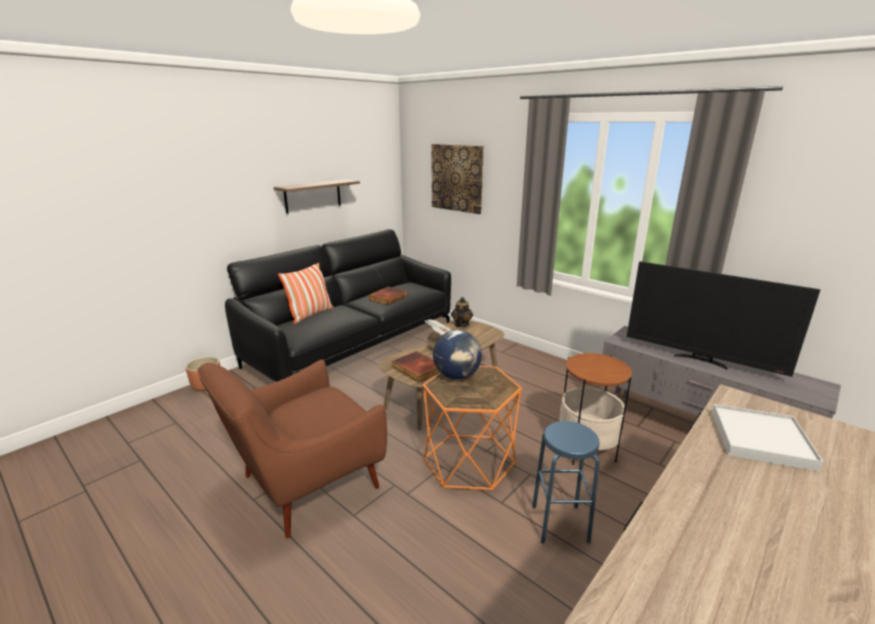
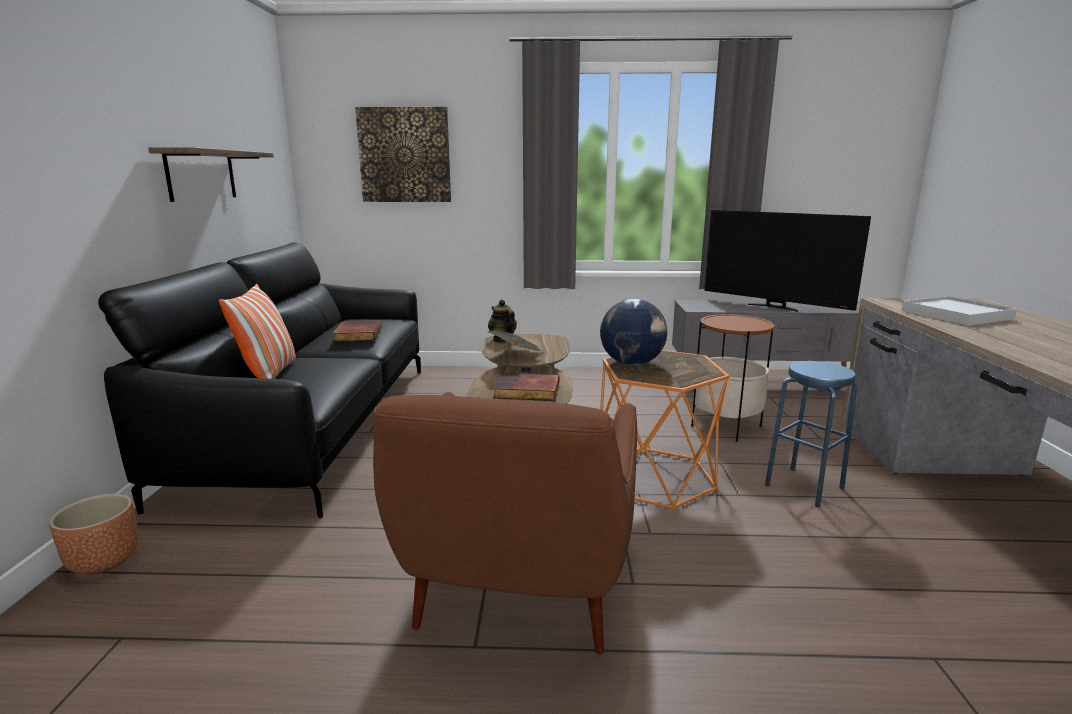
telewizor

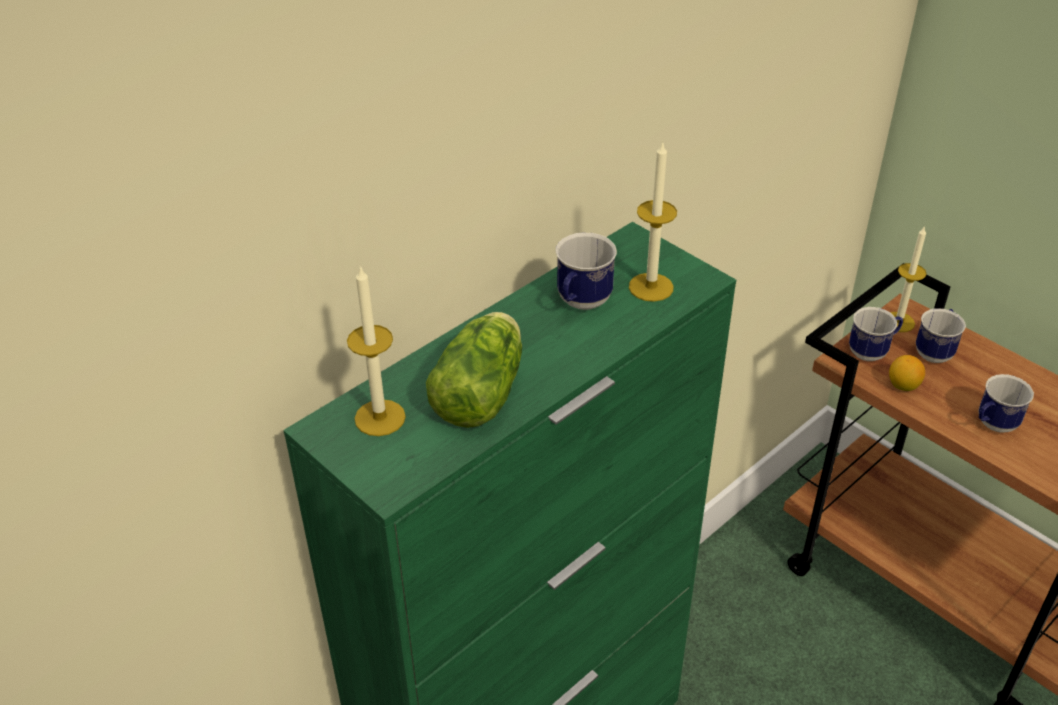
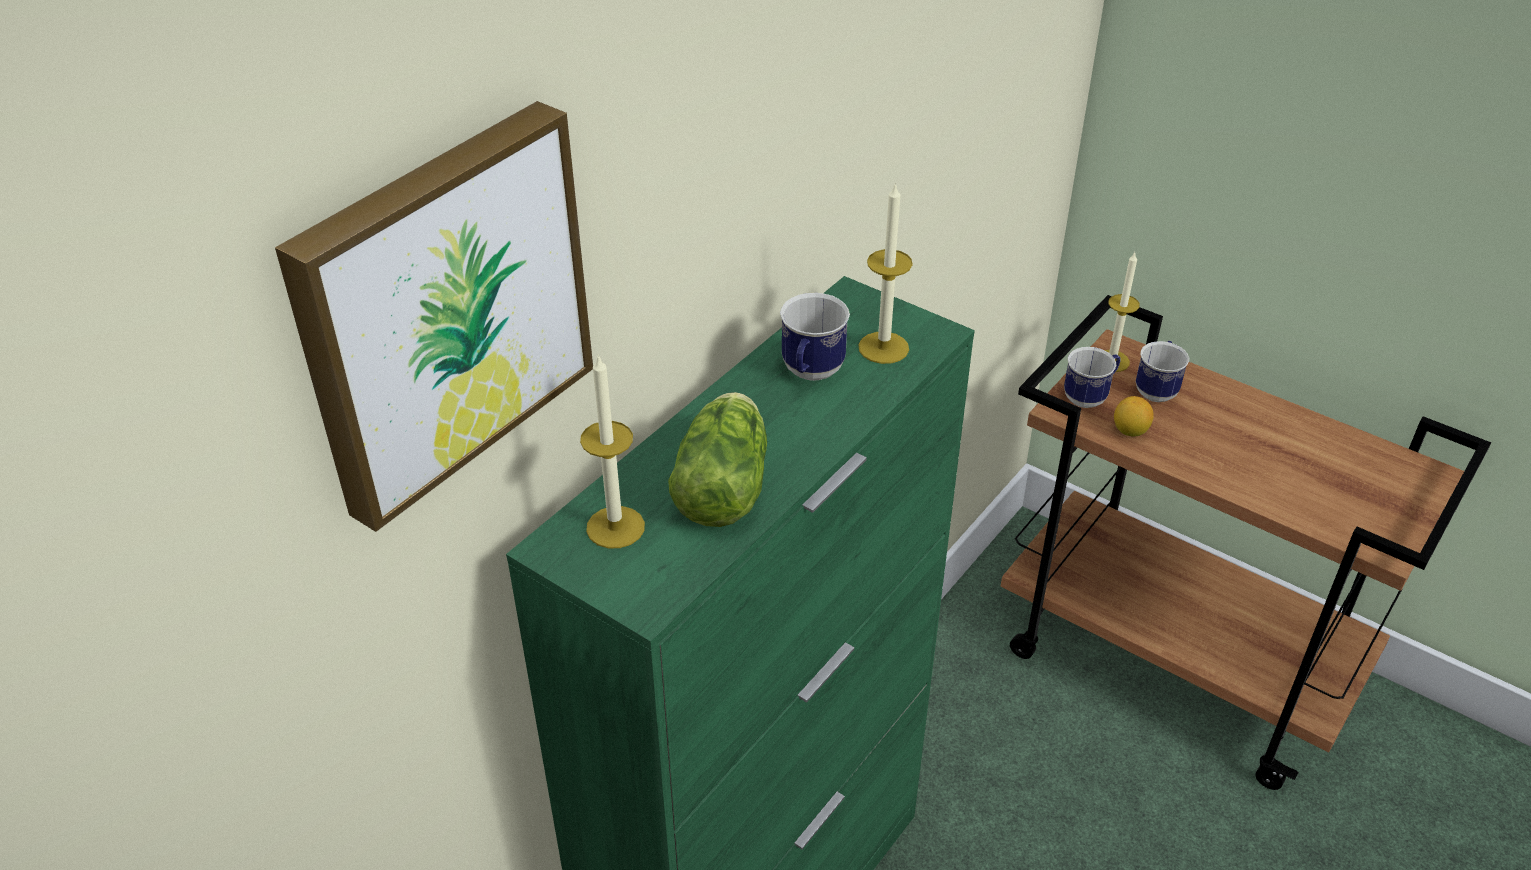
obraz; kubek (no. 4 from left in the first image)

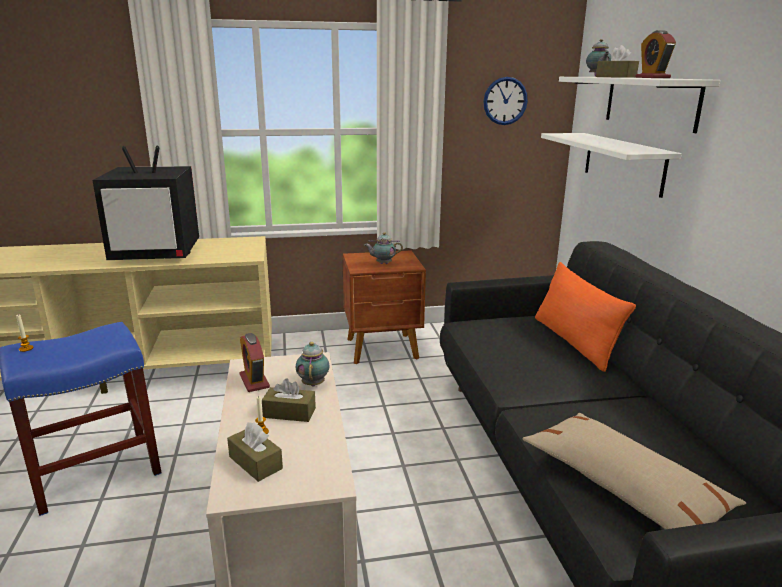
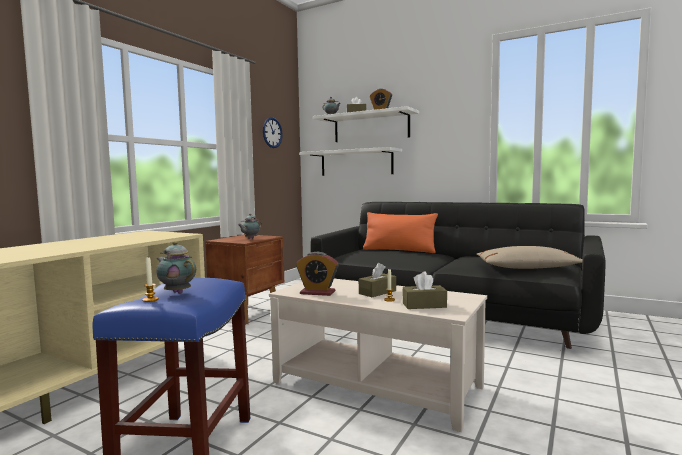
imbryk (no. 1 from left); telewizor

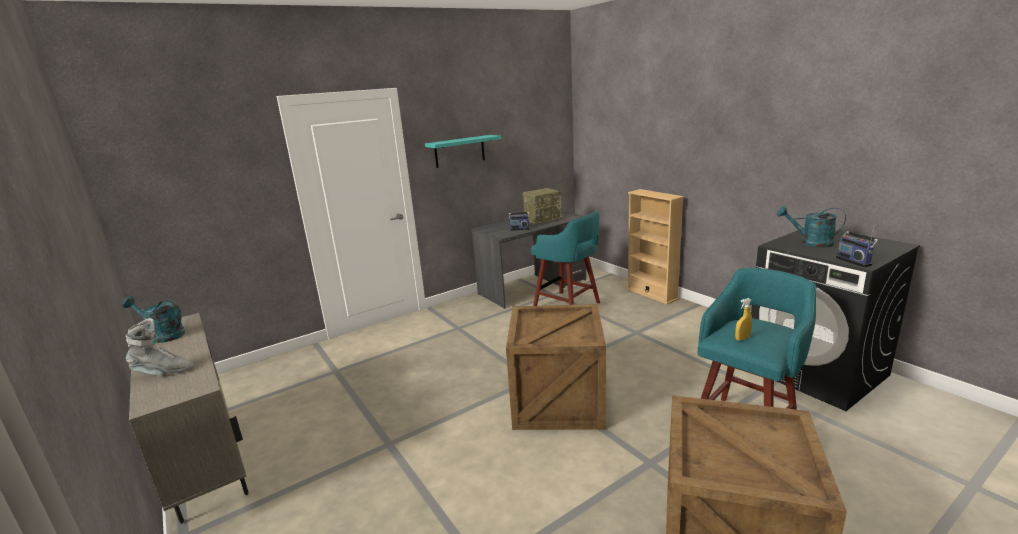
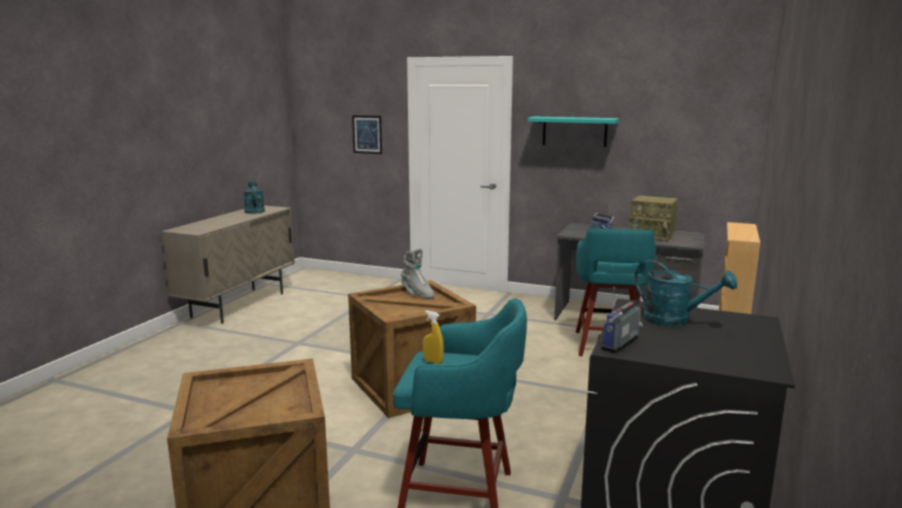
obraz; but z cholewką (szary); konewka (turkusowy) (no. 2 from left)

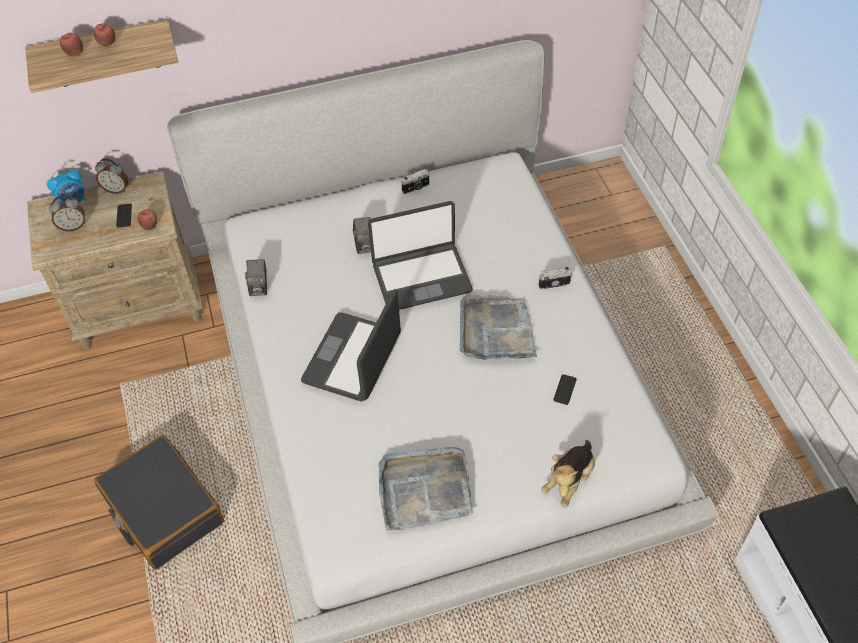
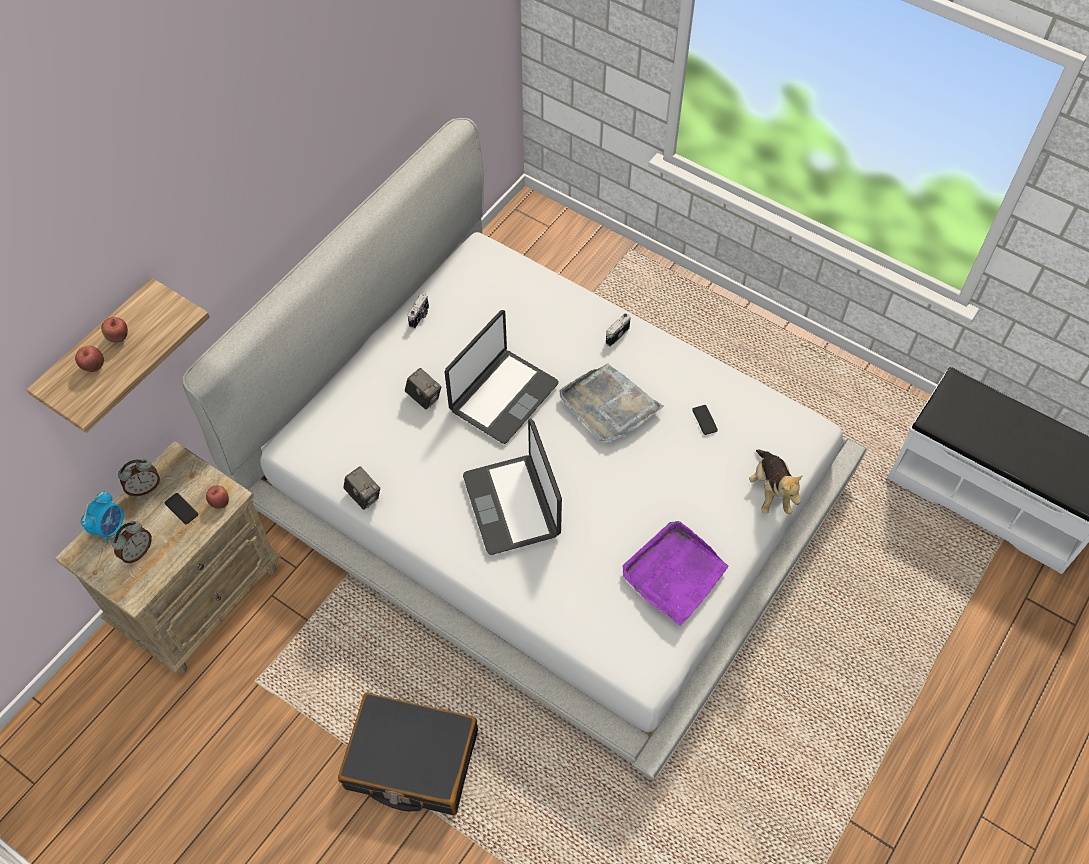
taca (fioletowy)

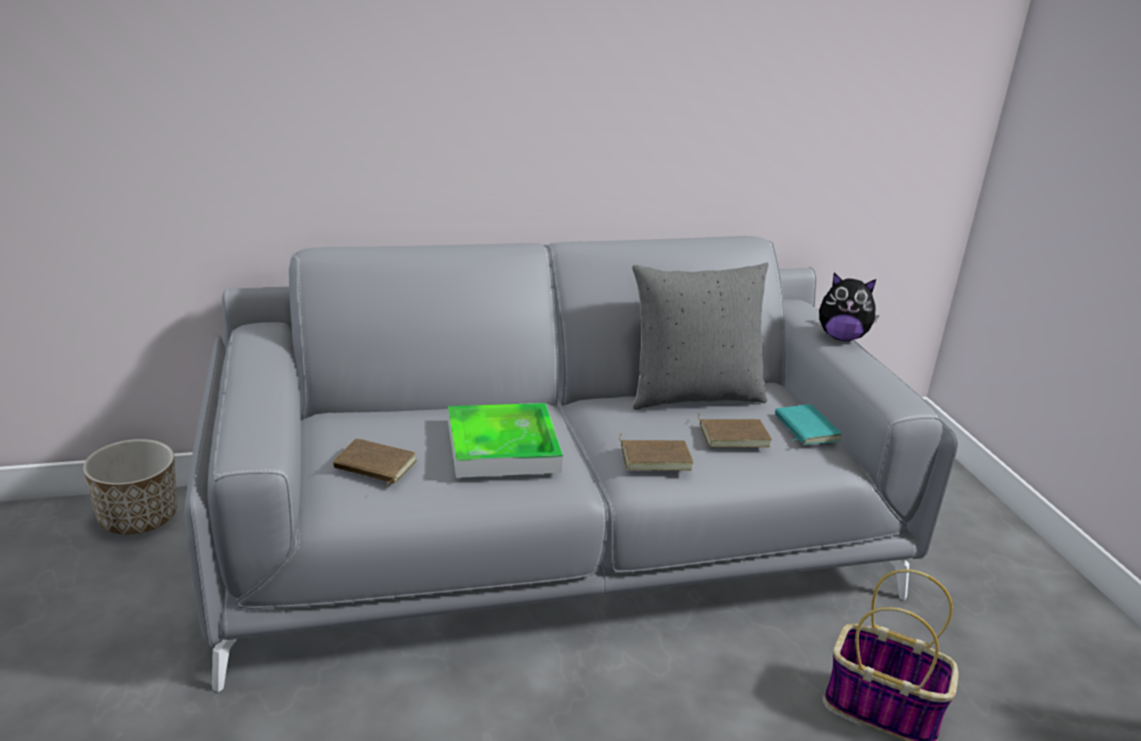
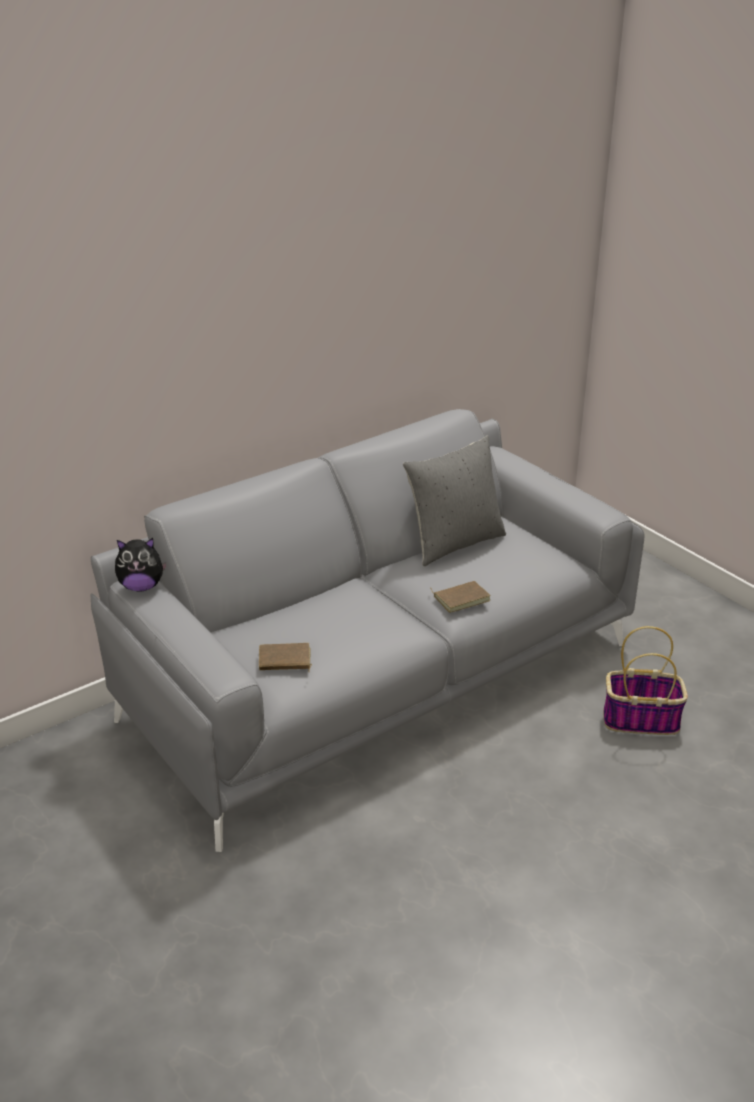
pluszak; donica; taca; książka (brązowy) (no. 3 from left in the first image); książka (turkusowy)

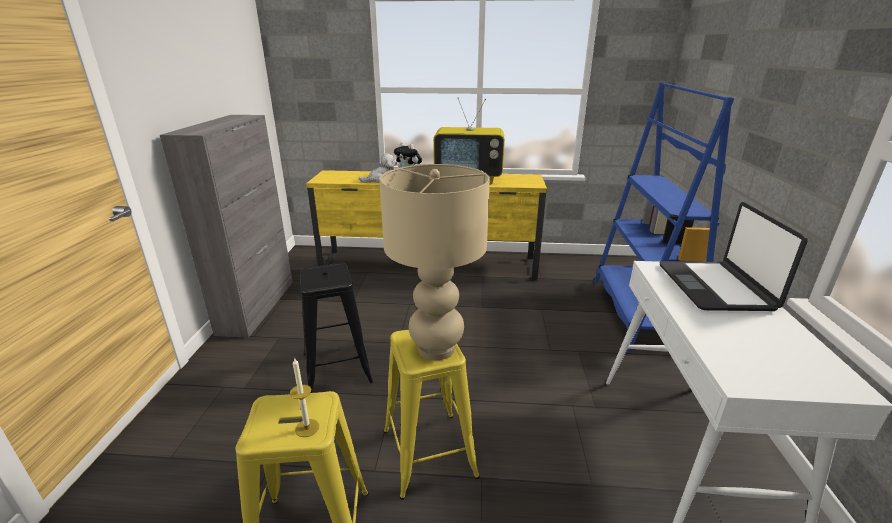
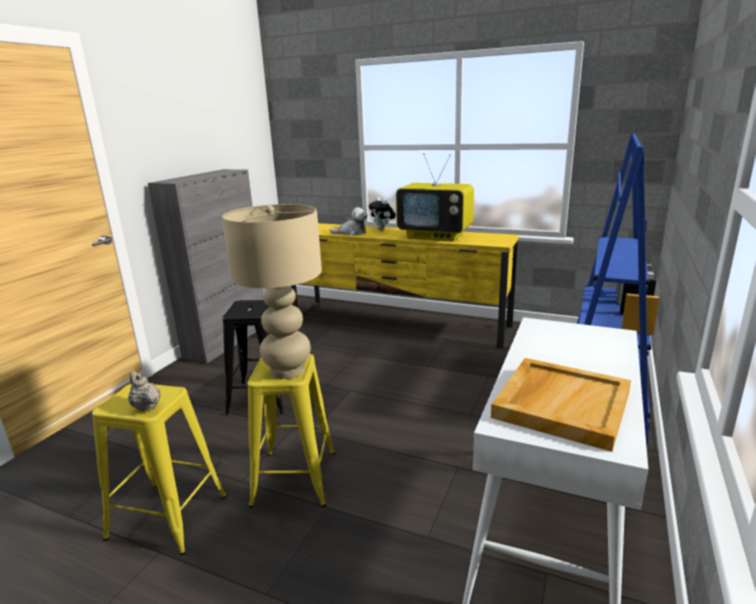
imbryk (beżowy); taca (beżowy); laptop

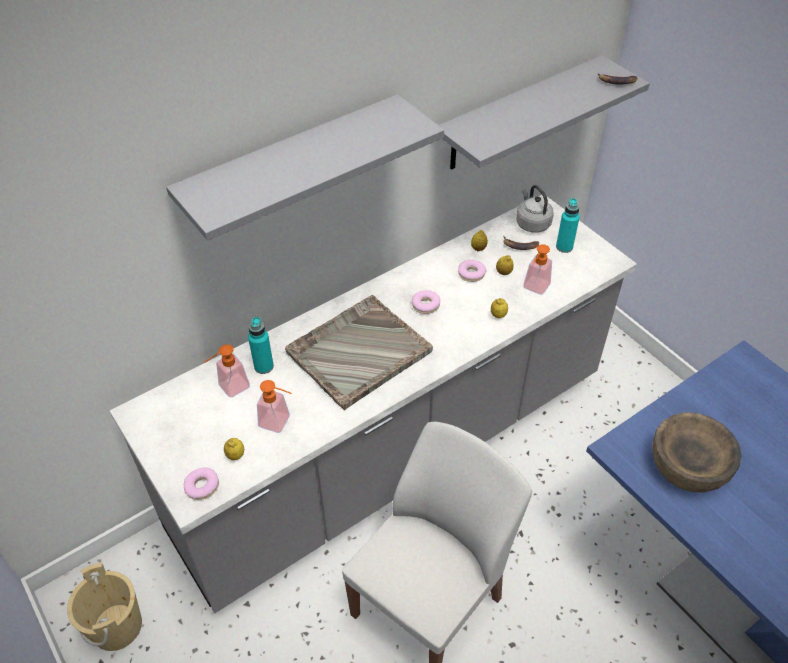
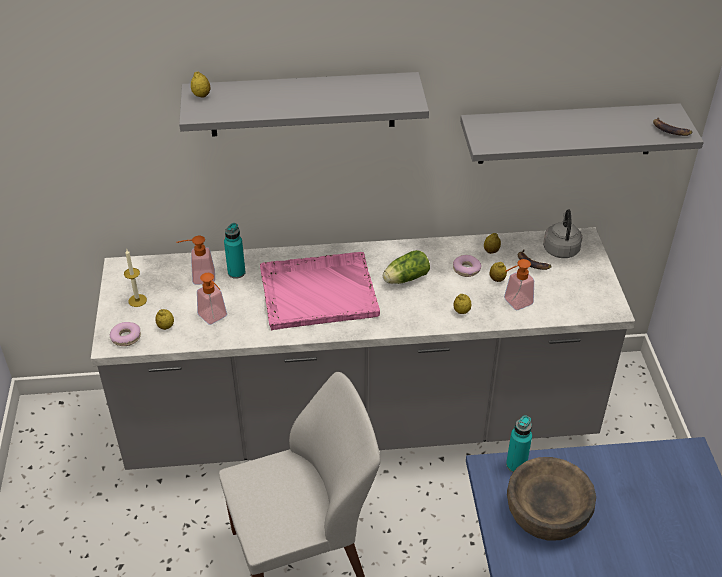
świeca; cytryna (no. 2 from left); taca (różowy); sałata; butelka (turkusowy) (no. 2 from left); wiadro (beżowy)

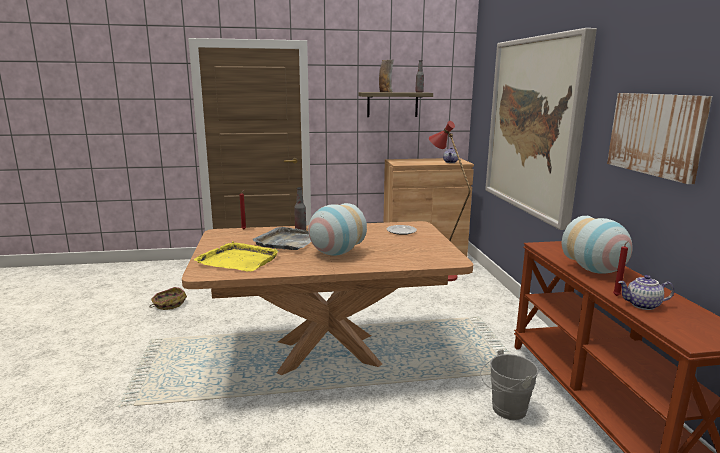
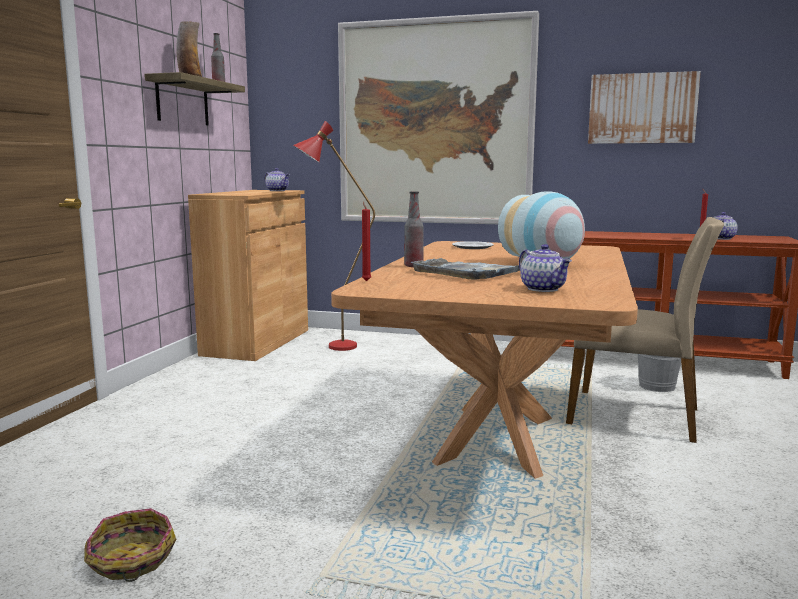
imbryk (no. 2 from left); krzesło (beżowy); wazon (no. 3 from left in the first image)

